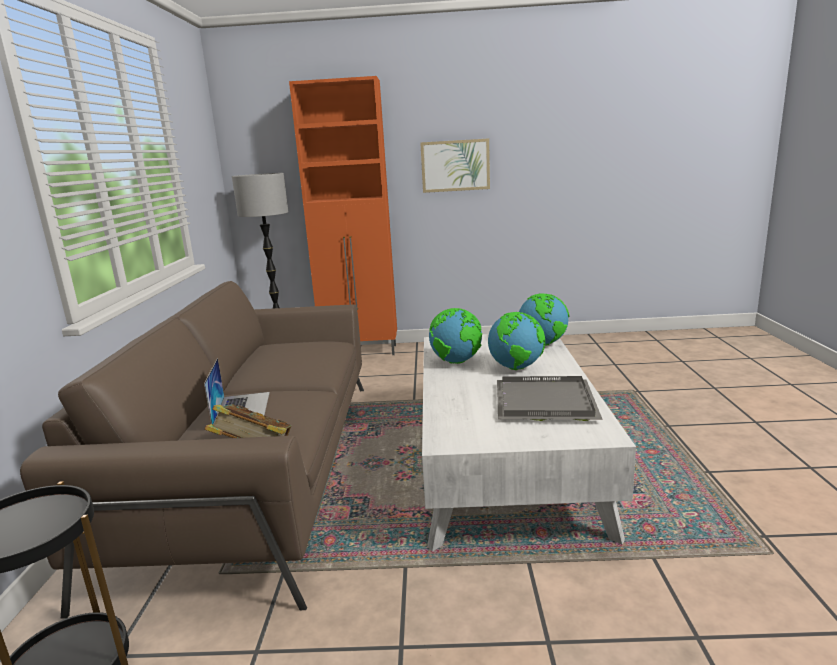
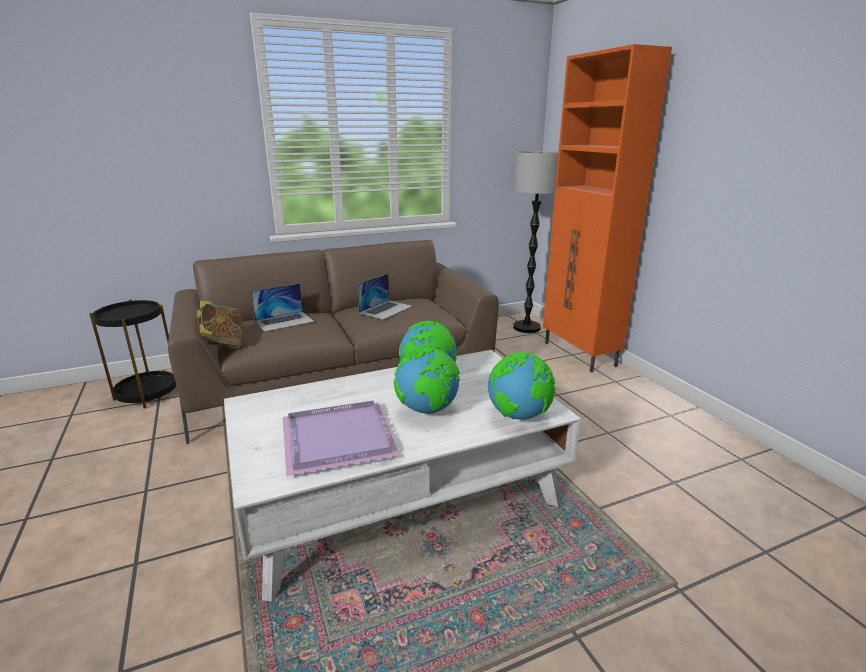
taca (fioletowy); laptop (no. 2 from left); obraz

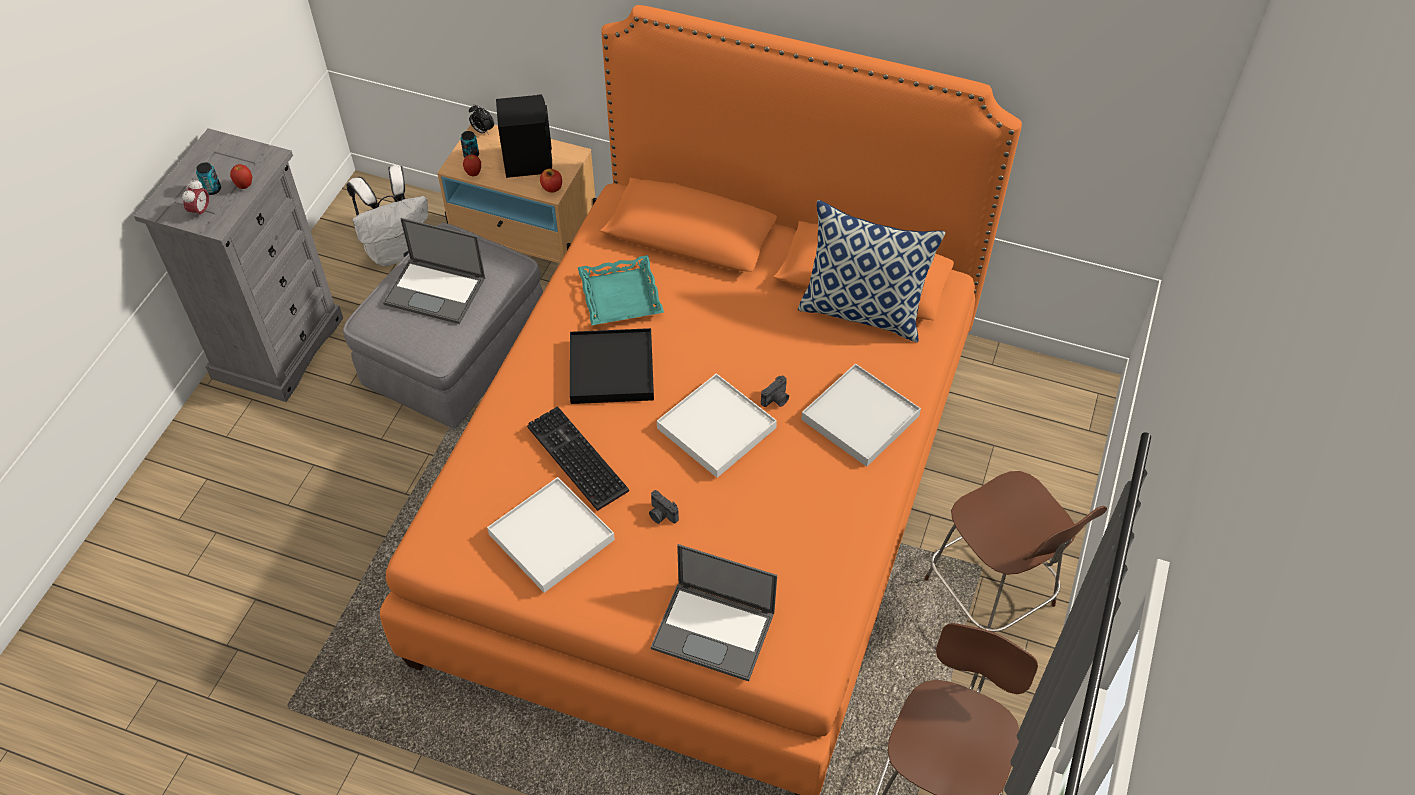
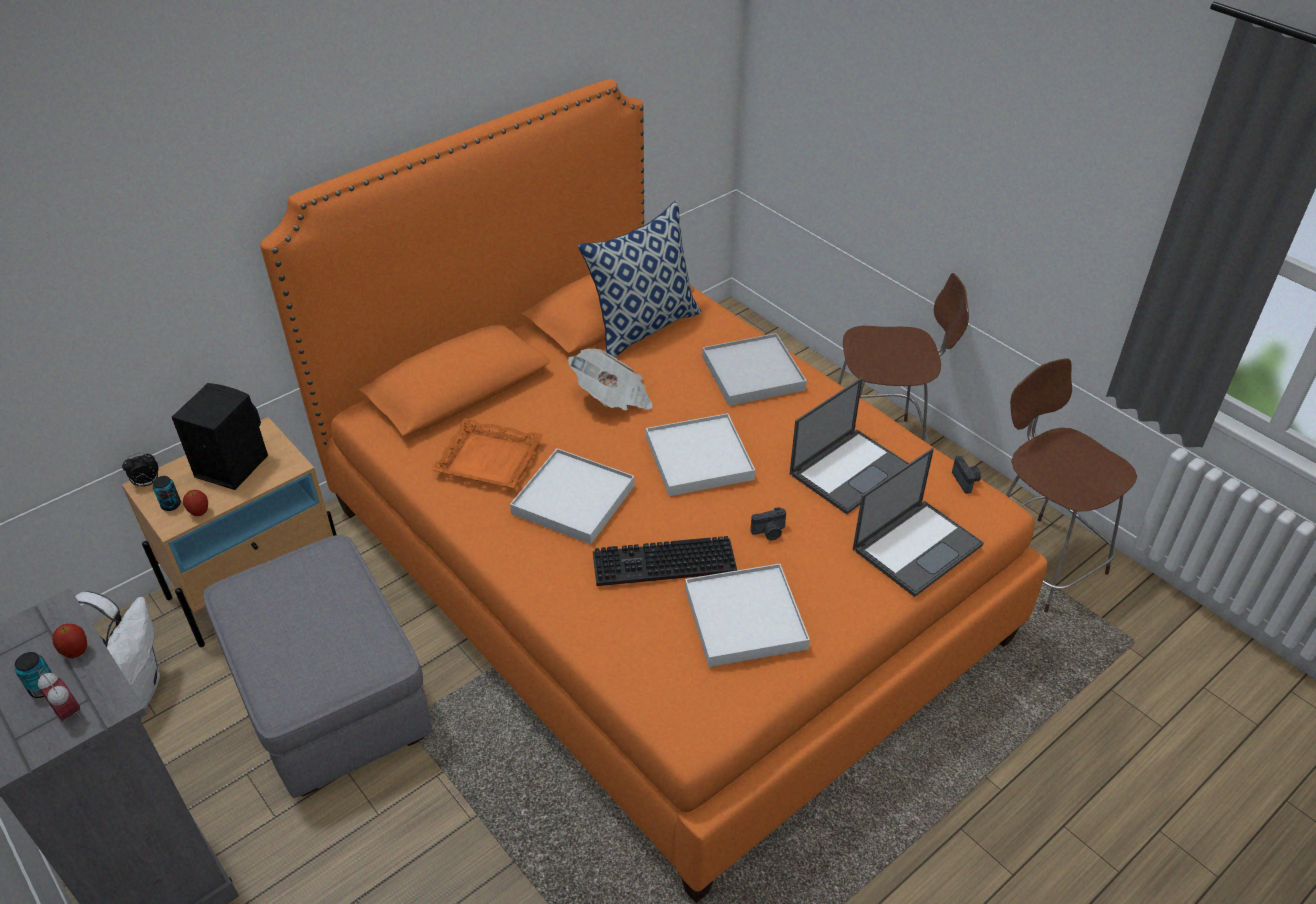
taca (pomarańczowy); taca (biały) (no. 1 from left); gazeta; laptop (no. 1 from left); aparat fotograficzny (no. 2 from left); jabłko (no. 3 from left in the first image)

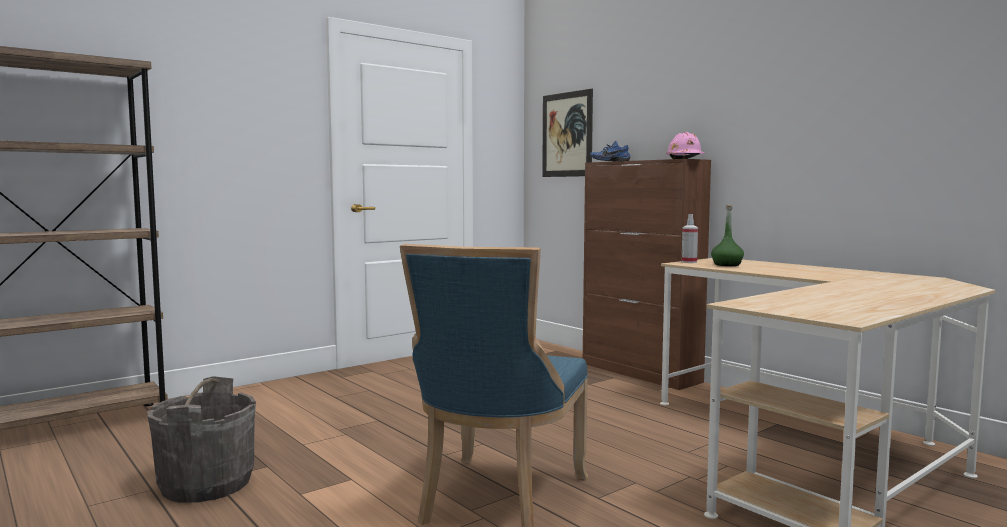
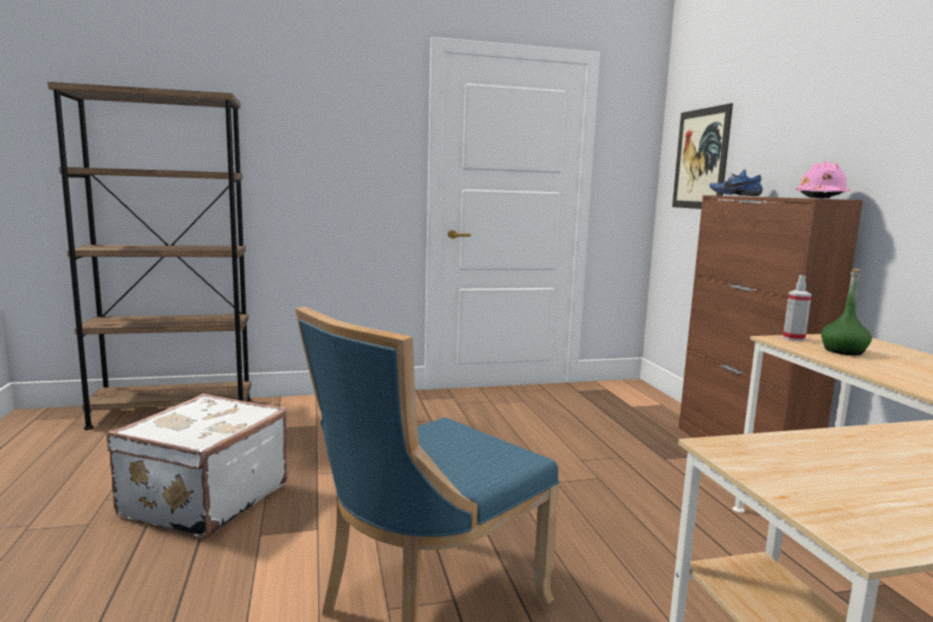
walizka (biały)

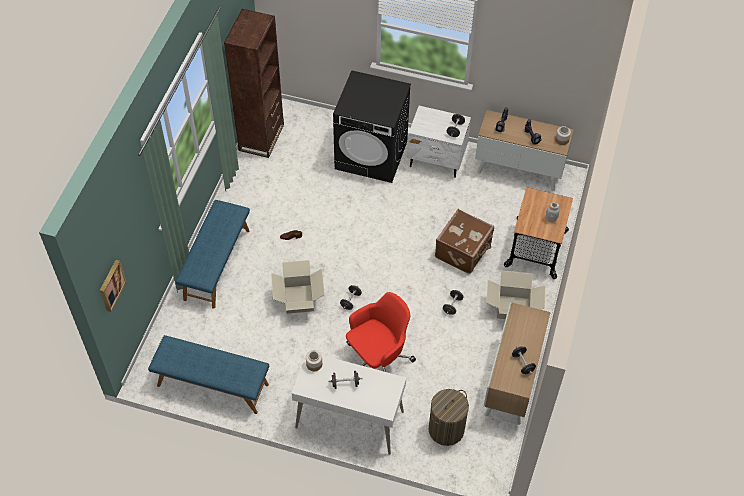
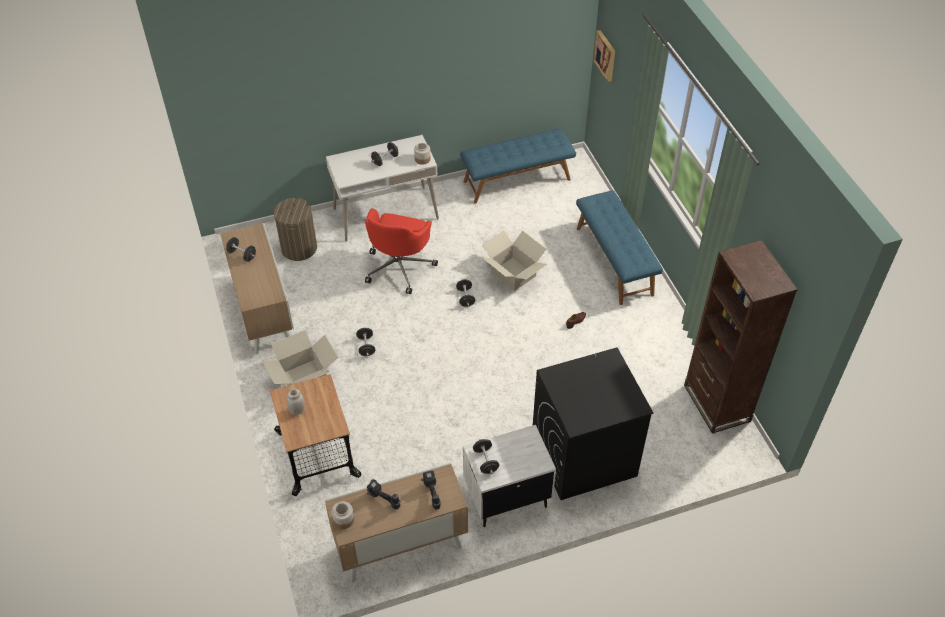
walizka (brązowy)

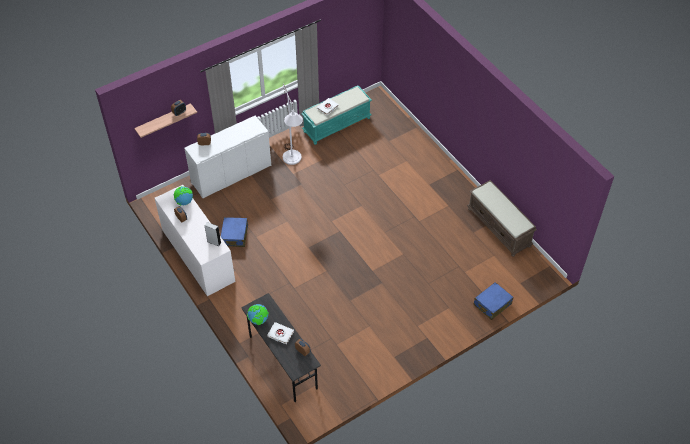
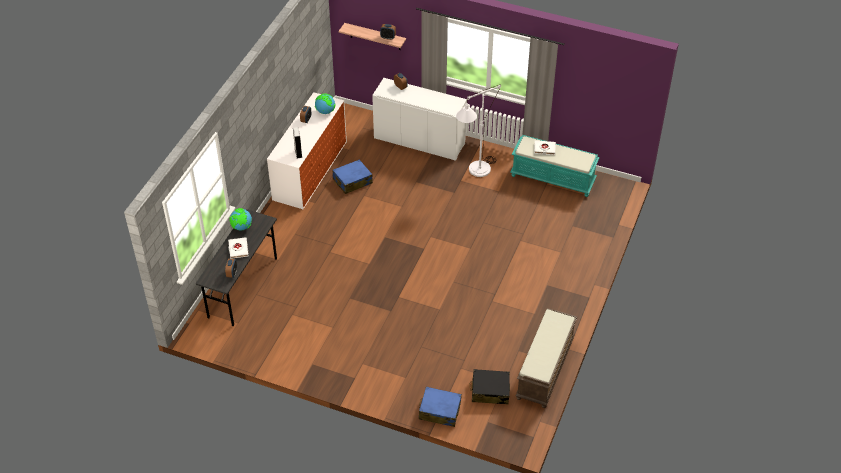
walizka (czarny)

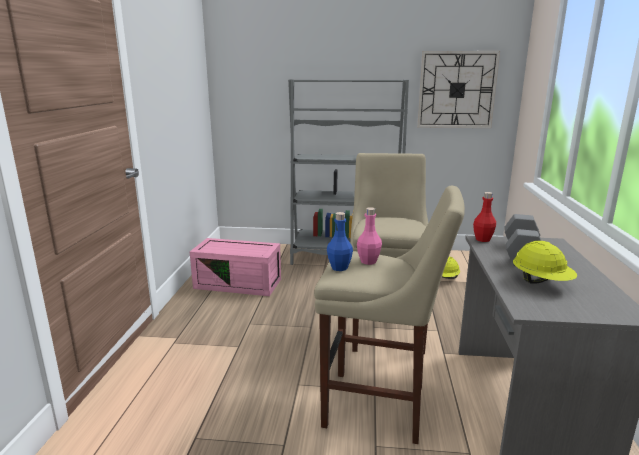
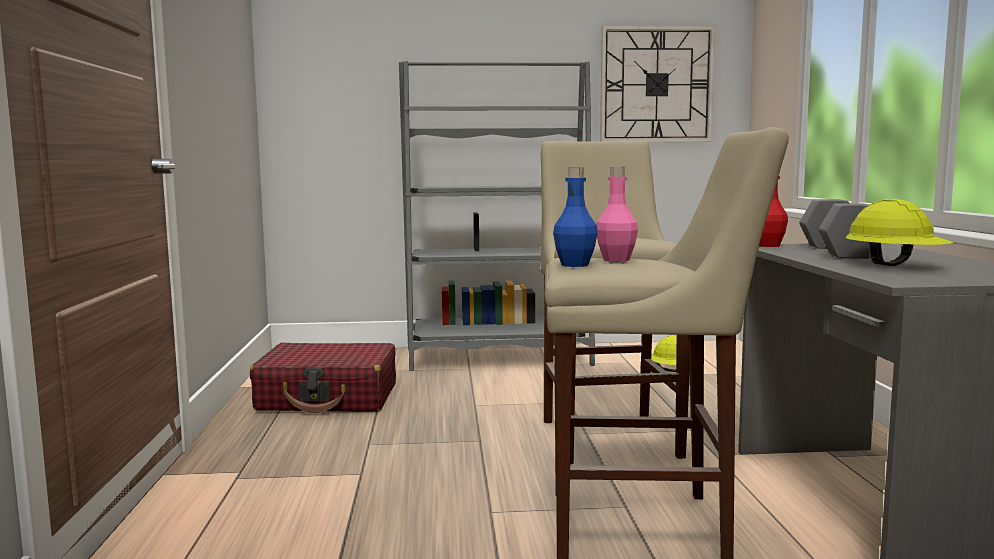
walizka (czerwony)

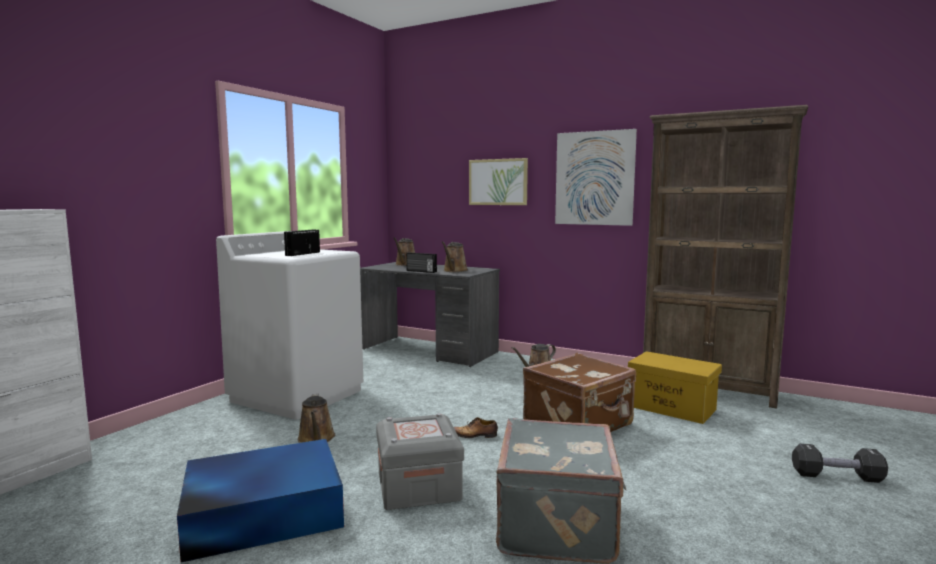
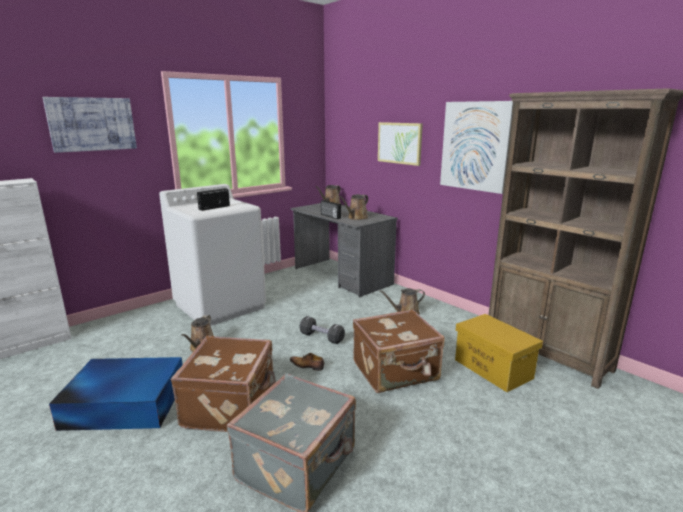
obraz (no. 1 from left); walizka (brązowy) (no. 1 from left); hantel (czarny)

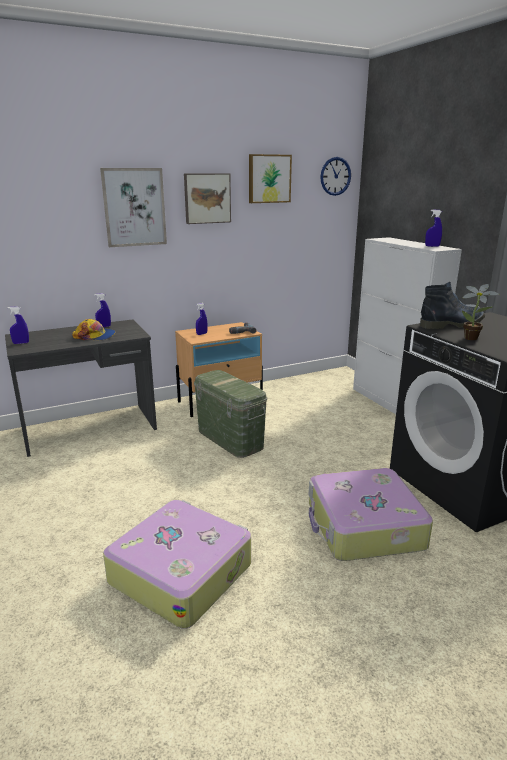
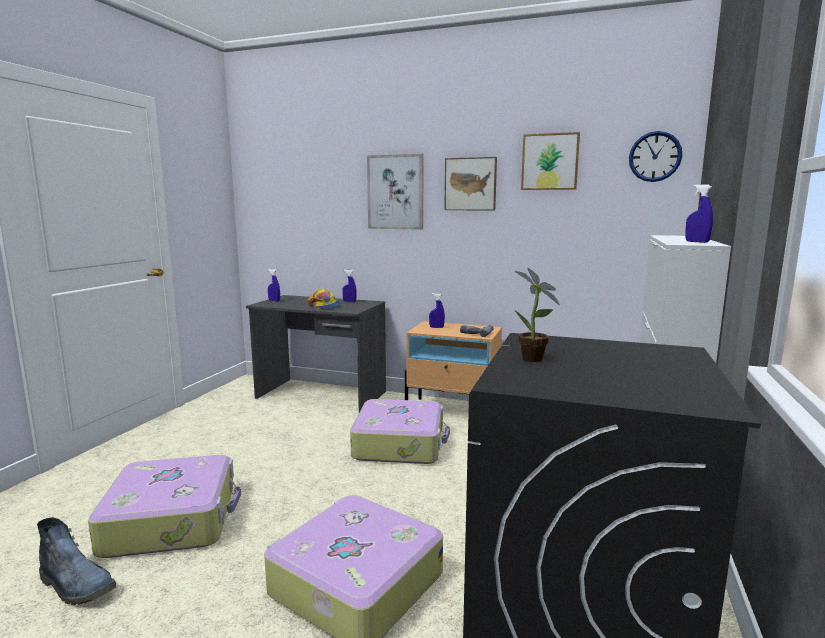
but z cholewką; walizka (no. 3 from left)

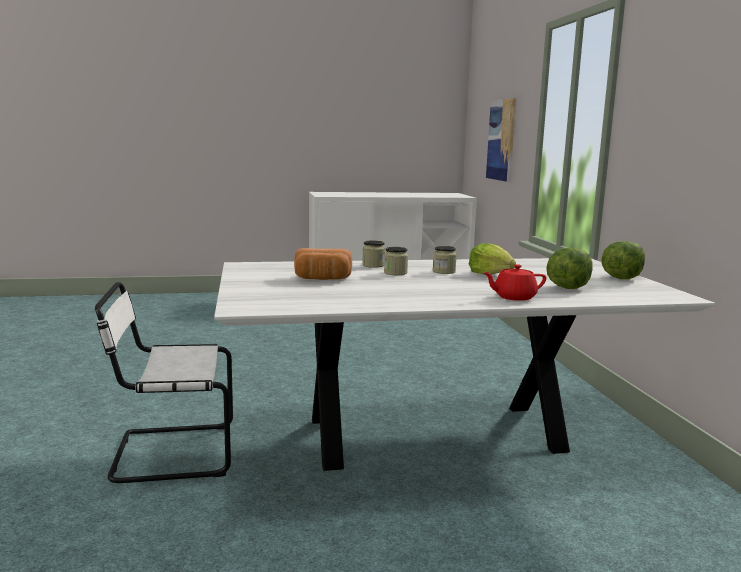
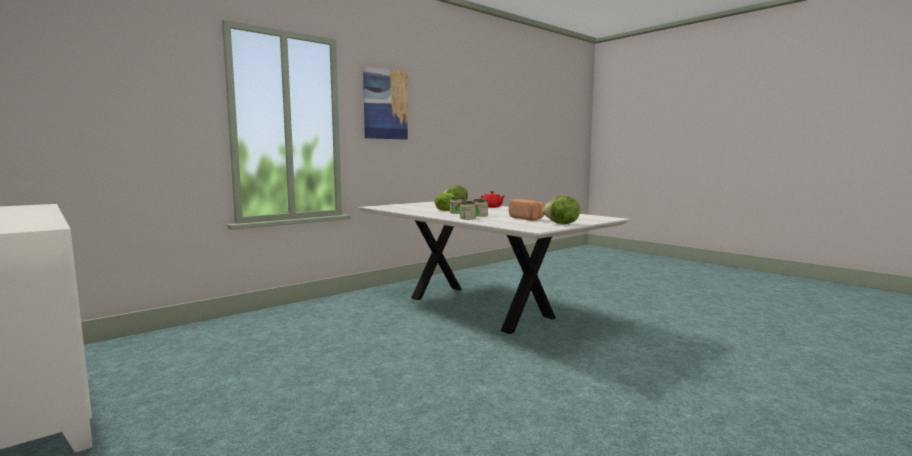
obraz; sałata (no. 3 from left); krzesło (biały)

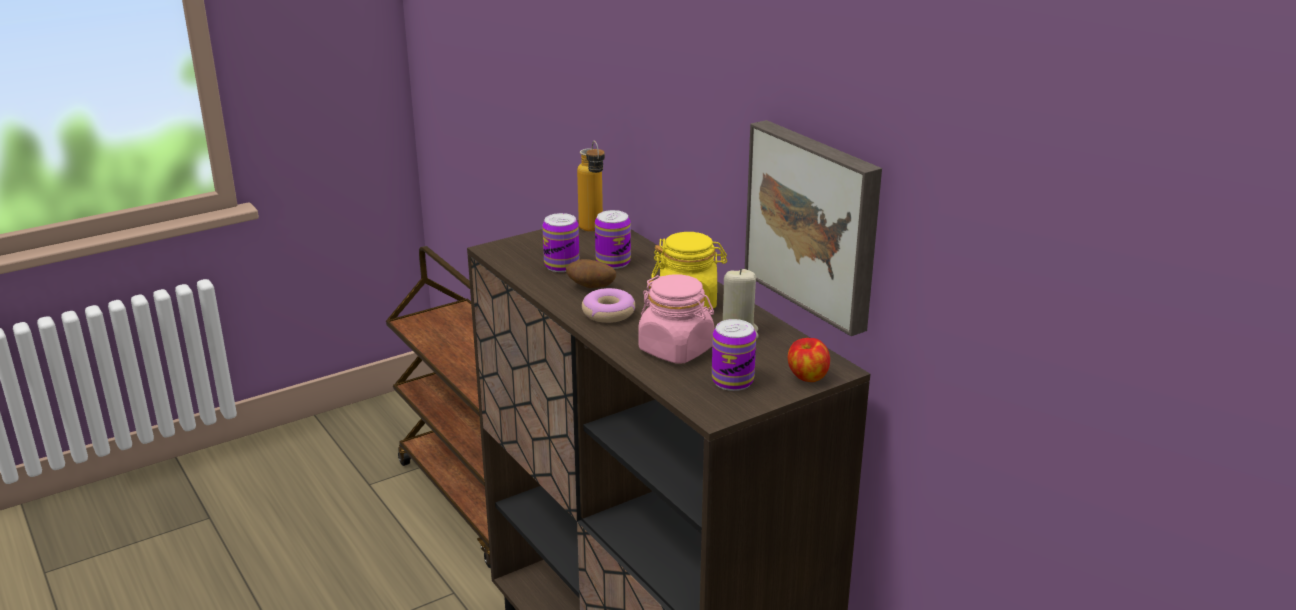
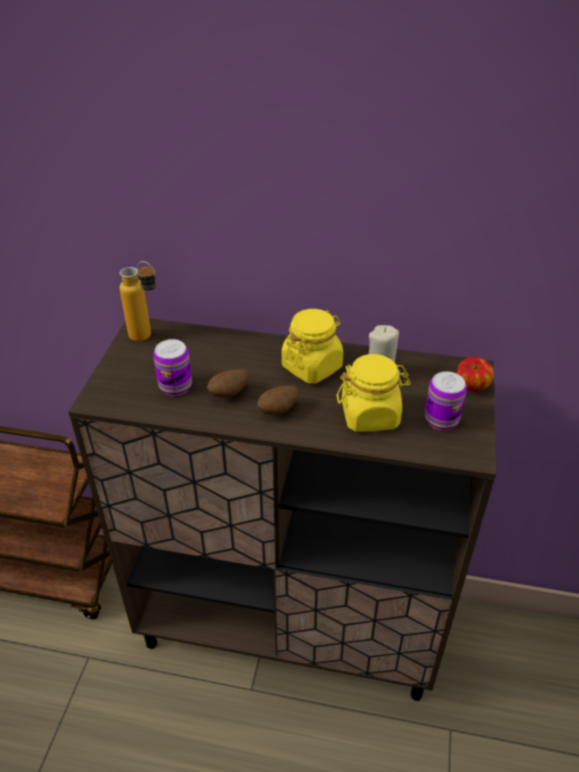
ziemniak (no. 2 from left); słoik (żółty) (no. 2 from left); puszka (no. 2 from left in the first image); obraz

